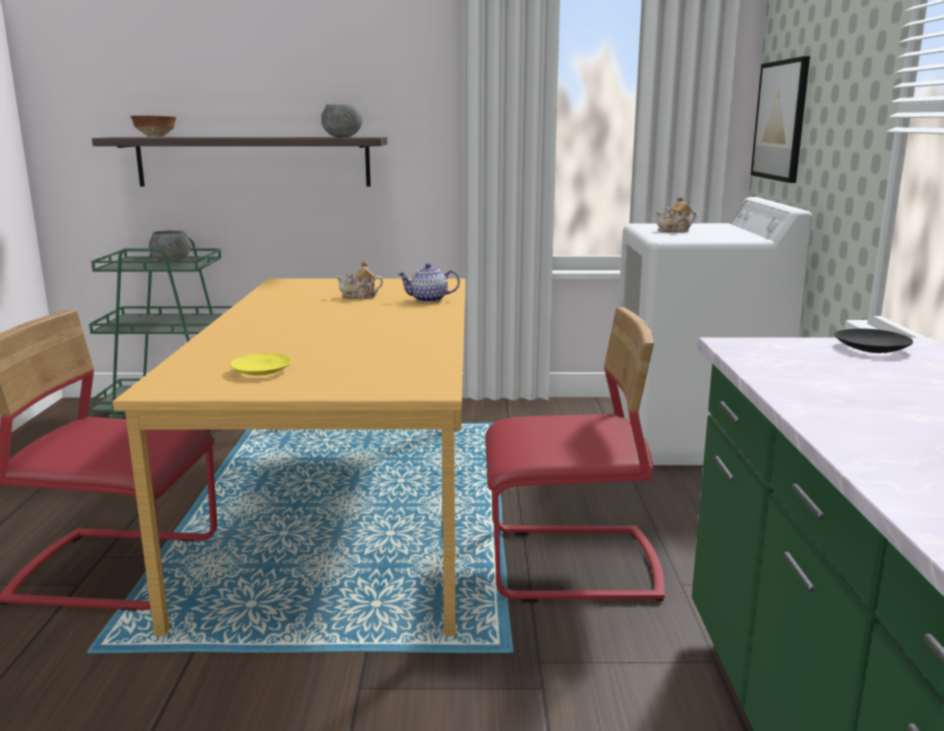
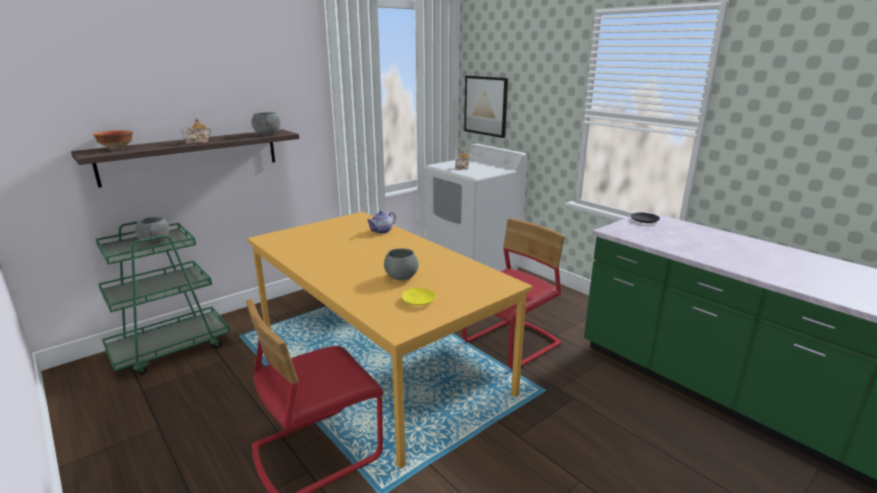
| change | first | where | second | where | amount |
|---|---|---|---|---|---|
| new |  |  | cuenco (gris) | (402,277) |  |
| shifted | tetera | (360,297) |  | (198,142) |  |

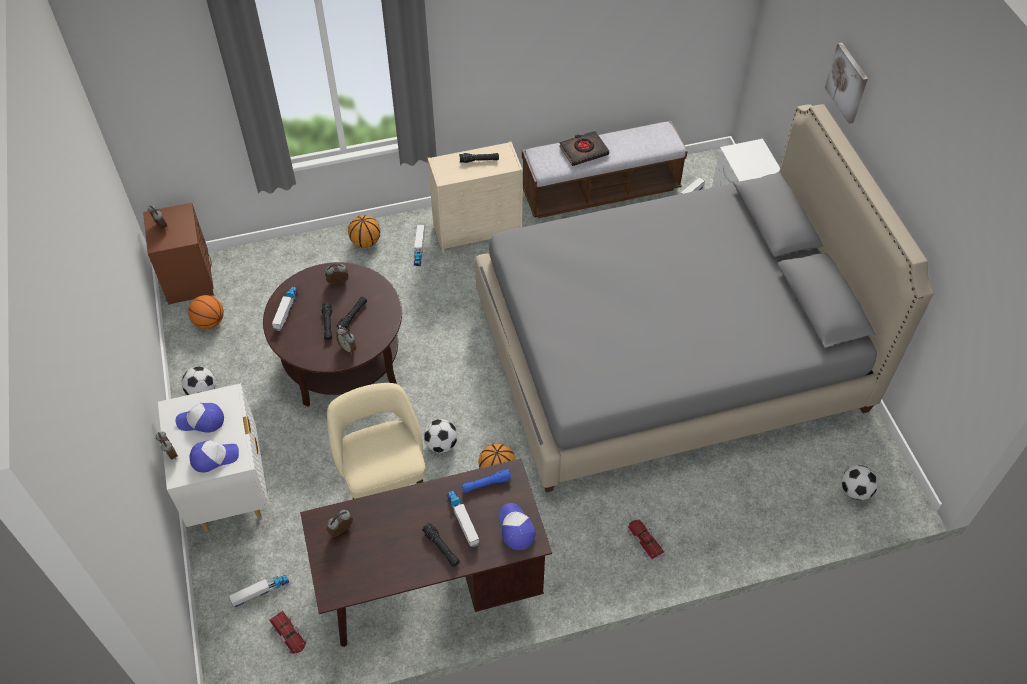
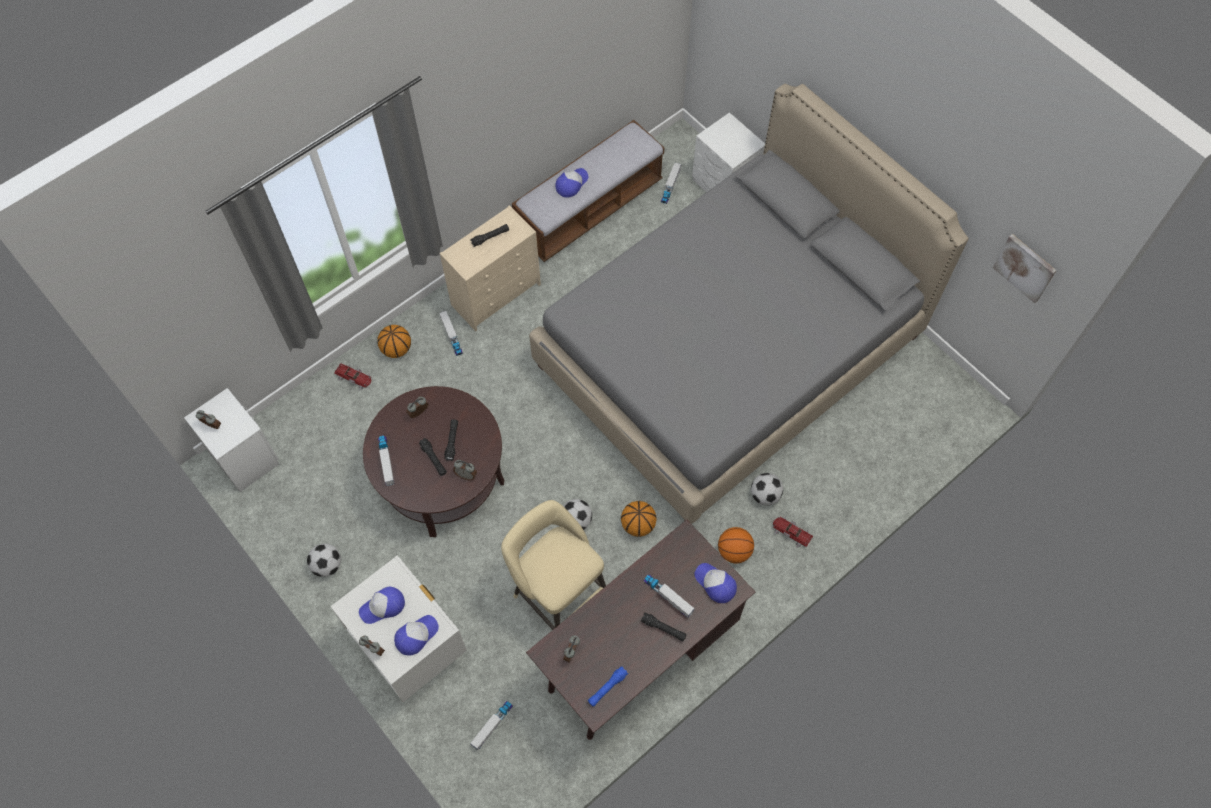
| change | first | where | second | where | amount |
|---|---|---|---|---|---|
| shifted | balón de baloncesto | (209,322) |  | (734,551) |  |
| shifted | coche de juguete | (289,635) |  | (354,378) |  |
| shifted | linterna (azul) | (486,484) |  | (607,688) |  |
| shifted | cuadro | (847,82) |  | (1025,267) |  |
| shifted | balón de fútbol | (855,491) |  | (765,495) |  |
| swapped | libro (negro) | (583,151) | gorra | (571,184) |  |
| repainted | mesita de noche (marrón) | (190,277) | mesita de noche (blanco) | (244,456) |  |

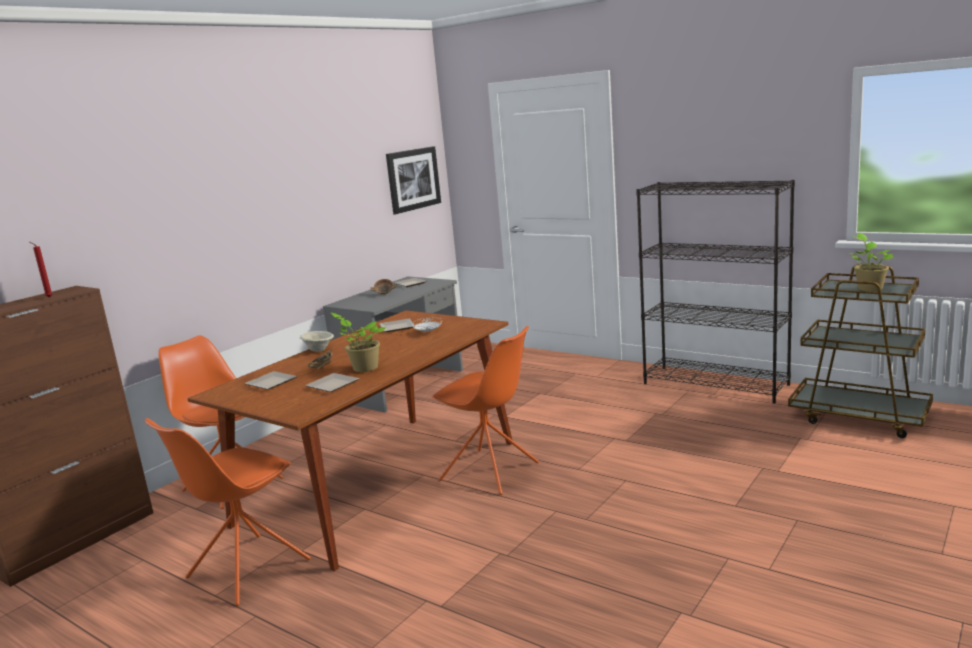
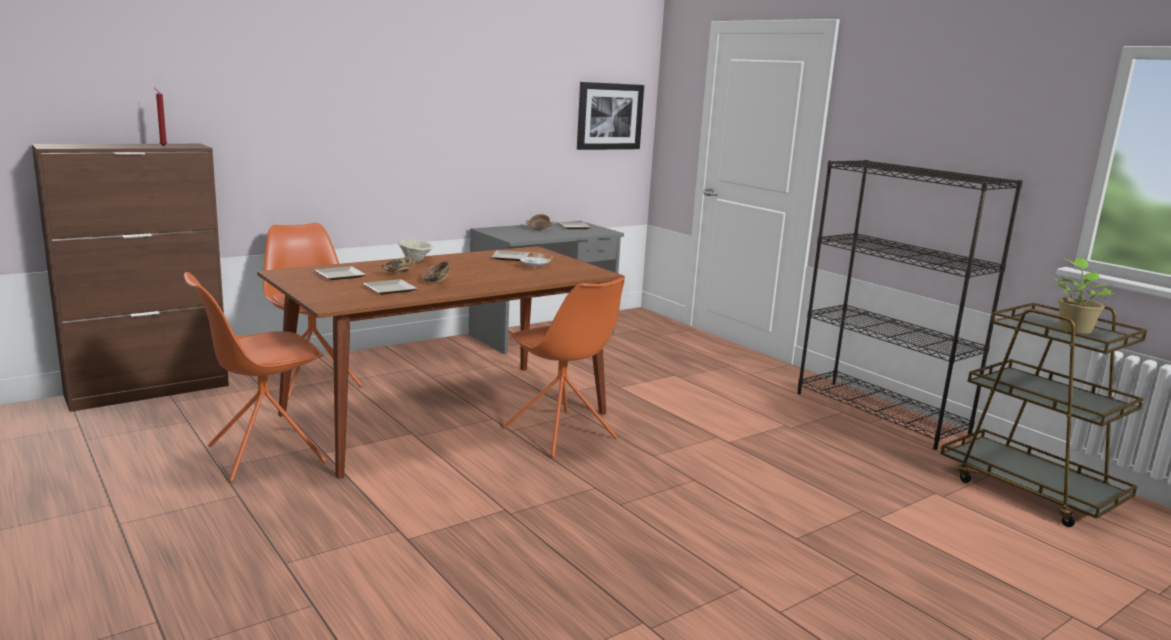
| change | first | where | second | where | amount |
|---|---|---|---|---|---|
| swapped | planta en maceta | (363,368) | cuenco | (435,282) |  |

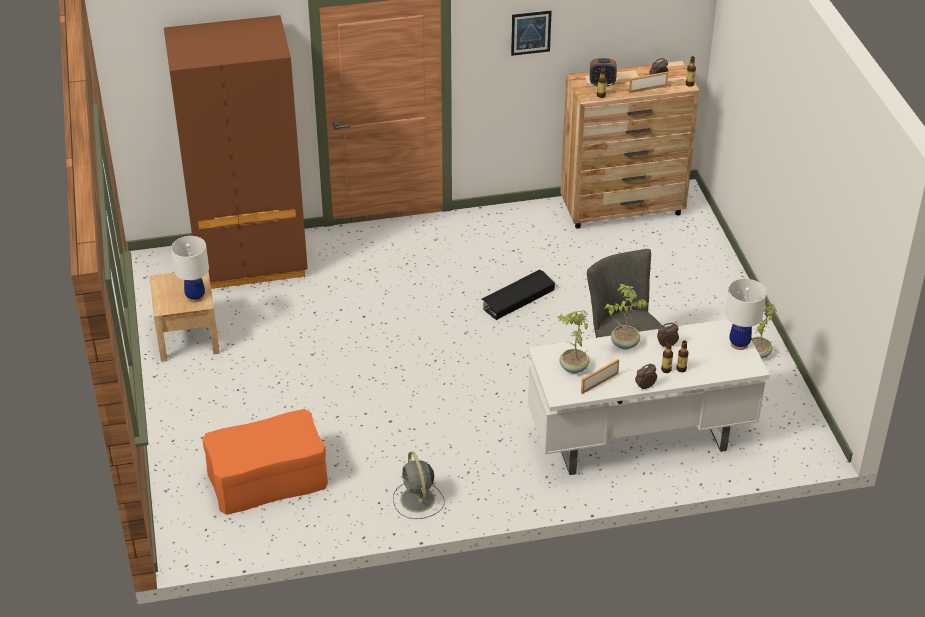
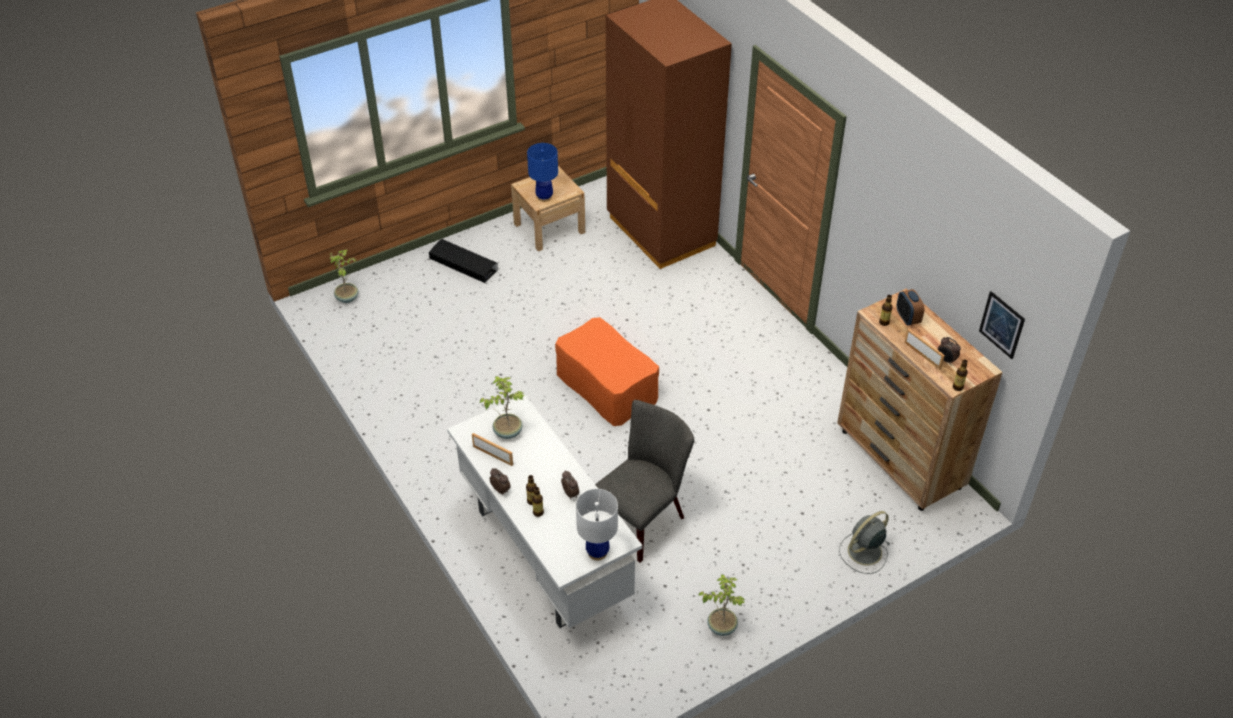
| change | first | where | second | where | amount |
|---|---|---|---|---|---|
| shifted | puf (naranja) | (267,479) |  | (606,386) |  |
| shifted | ventilador (gris) | (418,500) |  | (863,552) |  |
| shifted | caja de almacenaje (negro) | (517,299) |  | (463,264) |  |
| shifted | cuadro | (531,32) |  | (1001,324) |  |
| shifted | planta en maceta | (624,343) |  | (347,298) |  |
| repainted | lámpara de mesa (blanco) | (195,297) | lámpara de mesa (azul) | (544,197) |  |

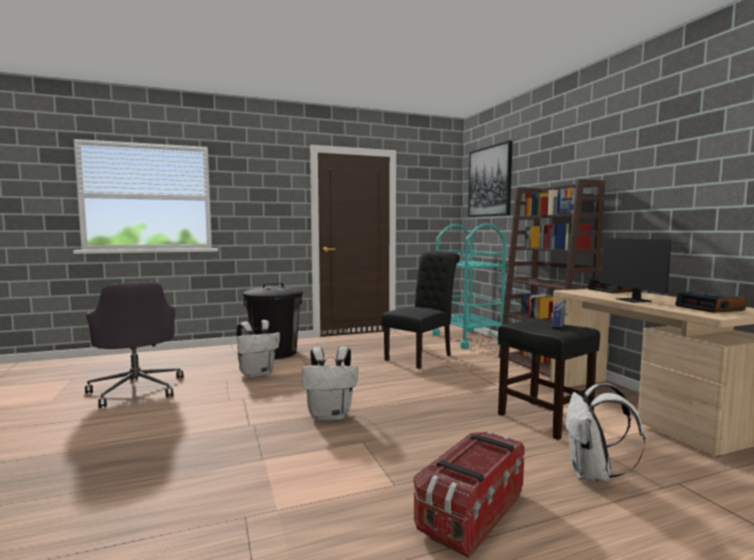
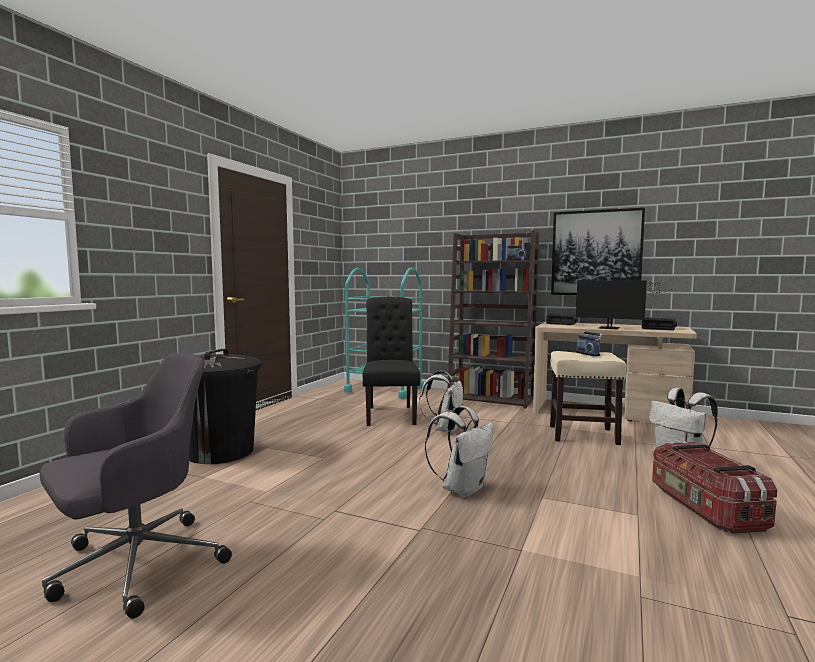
| change | first | where | second | where | amount |
|---|---|---|---|---|---|
| shifted | mochila (blanco) | (257,374) |  | (445,429) |  |
| shifted | cuadro | (489,181) |  | (596,253) |  |
| repainted | taburete (negro) | (543,419) | taburete (beis) | (582,435) |  |
| rotated | silla de oficina (gris) | (137,389) |  | (135,566) | 60 degrees counterclockwise |

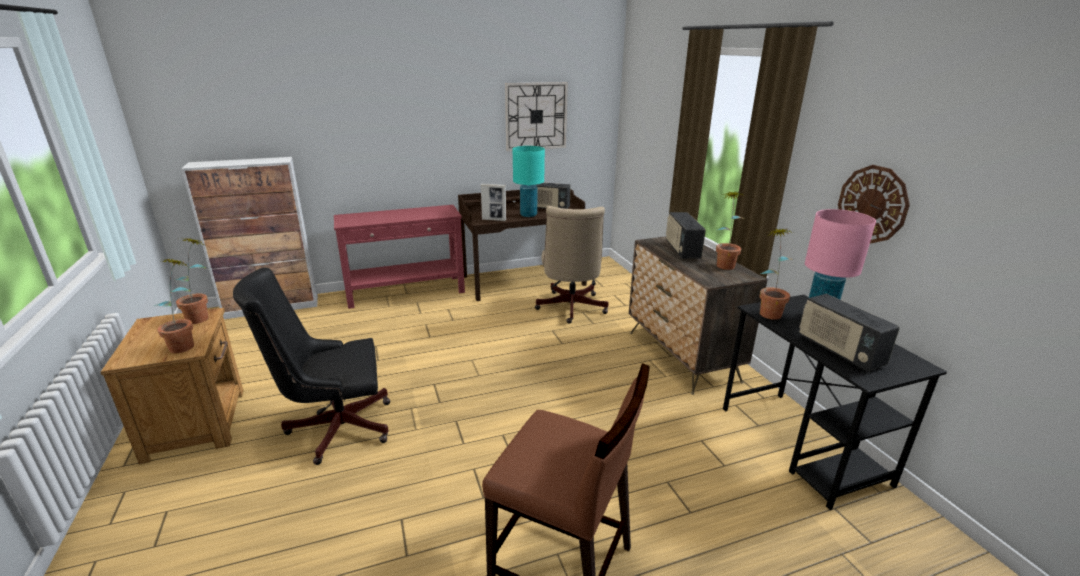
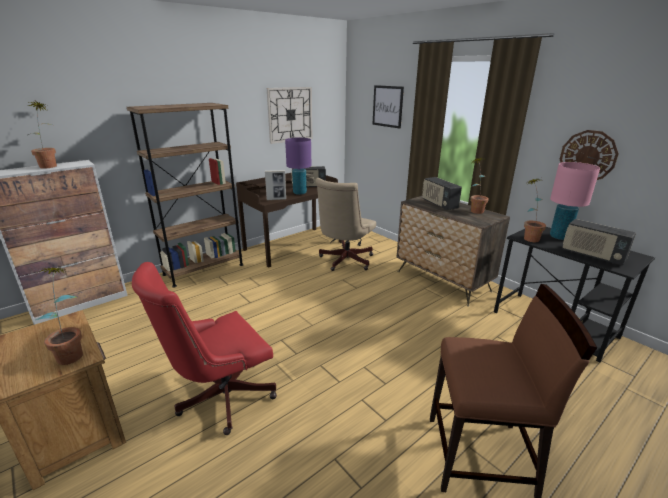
| change | first | where | second | where | amount |
|---|---|---|---|---|---|
| new |  |  | cuadro | (387,106) |  |
| shifted | planta en maceta | (202,316) |  | (50,165) |  |
| swapped | mesa consola (rojo) | (406,292) | estantería (marrón) | (203,270) |  |
| repainted | silla de oficina (negro) | (334,427) | silla de oficina (rojo) | (219,398) |  |
| repainted | lámpara de mesa (turquesa) | (528,215) | lámpara de mesa (morado) | (300,193) |  |
| rotated | silla de oficina (beis) | (570,309) |  | (344,261) | 45 degrees clockwise |

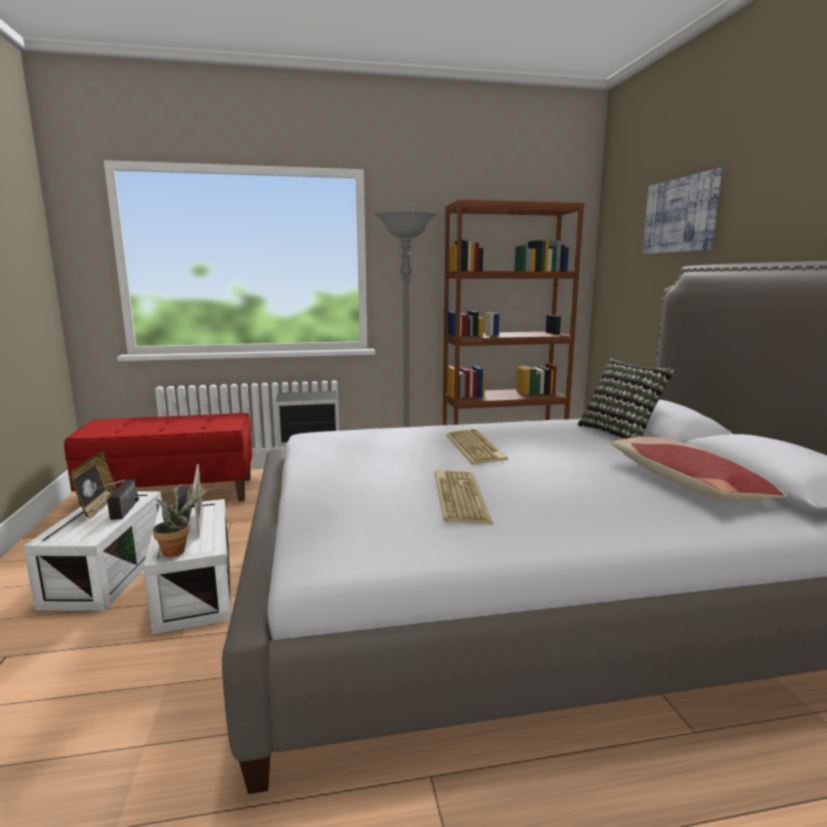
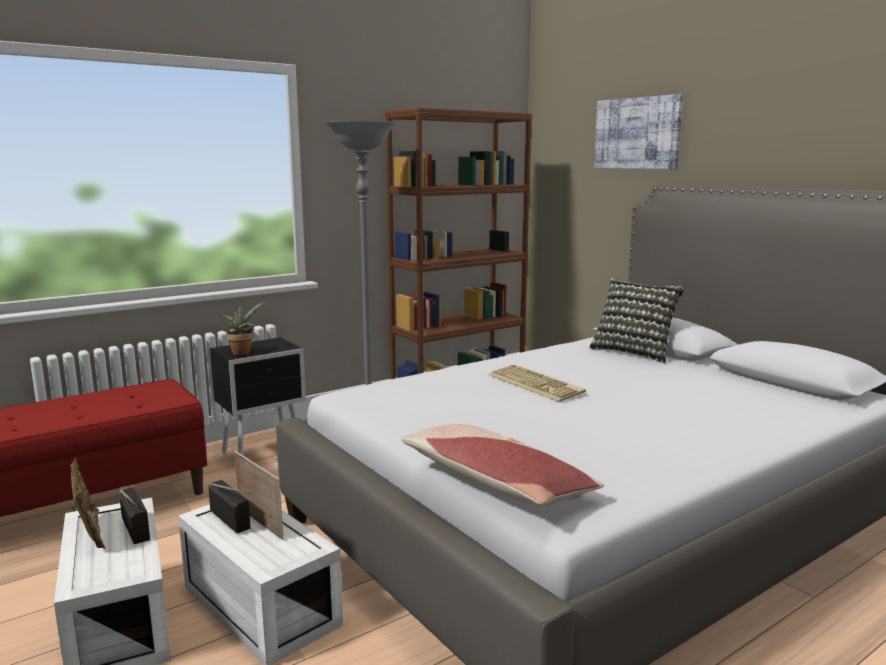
| change | first | where | second | where | amount |
|---|---|---|---|---|---|
| gone | teclado | (458,497) |  |  |  |
| shifted | planta en maceta | (177,551) |  | (242,352) |  |
| shifted | cojín | (686,484) |  | (495,483) |  |

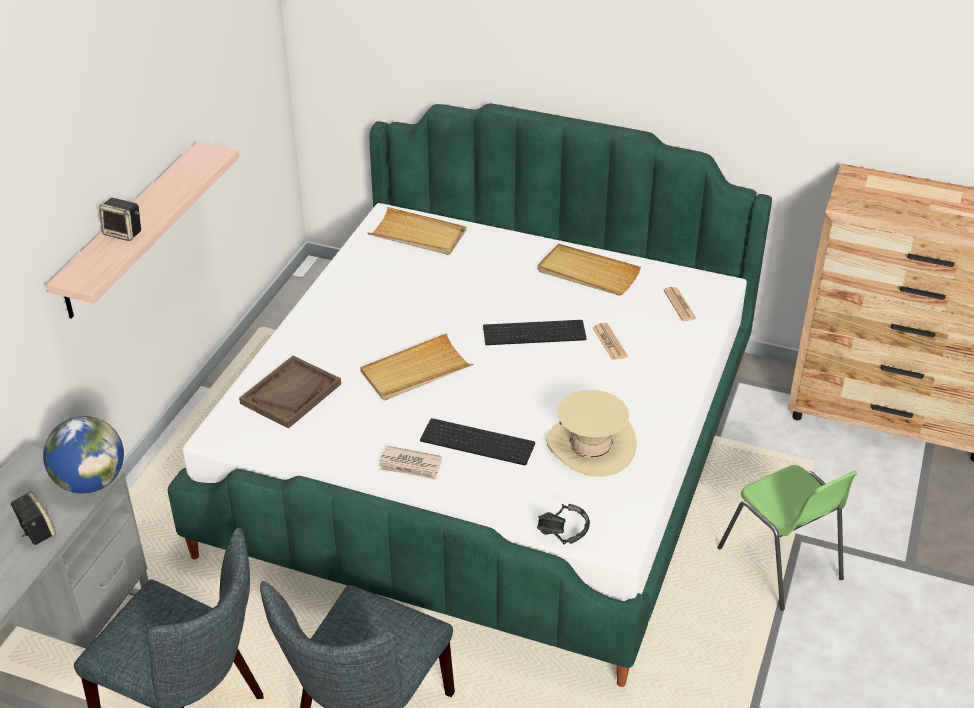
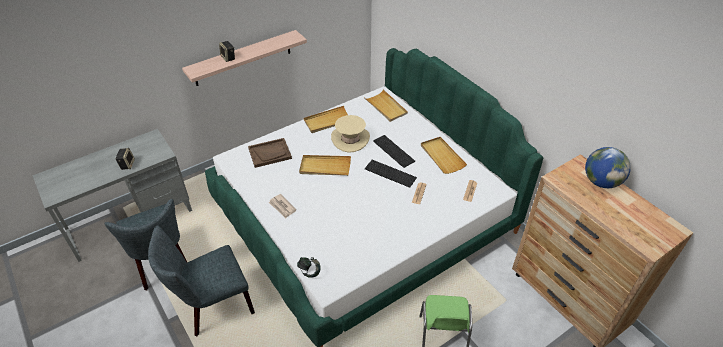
| change | first | where | second | where | amount |
|---|---|---|---|---|---|
| new |  |  | bandeja (beis) | (328,121) |  |
| shifted | globo terráqueo | (90,482) |  | (601,182) |  |
| shifted | teclado | (479,441) |  | (394,151) |  |
| shifted | sombrero (beis) | (590,446) |  | (350,139) |  |

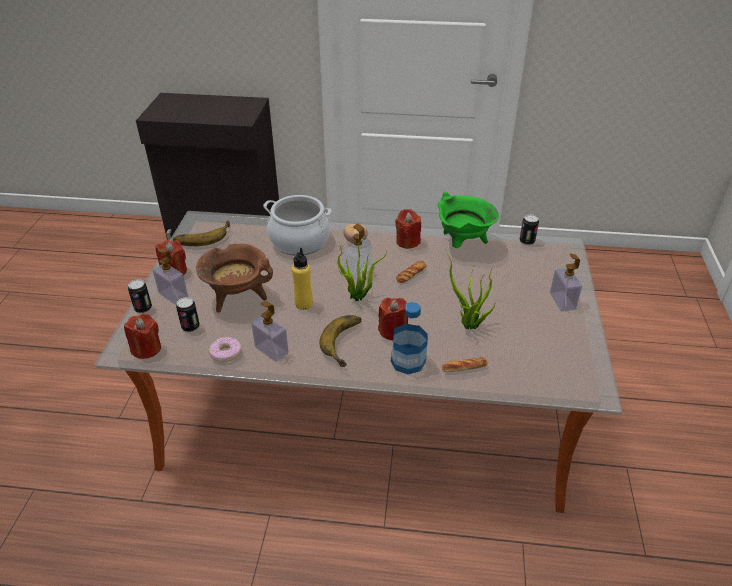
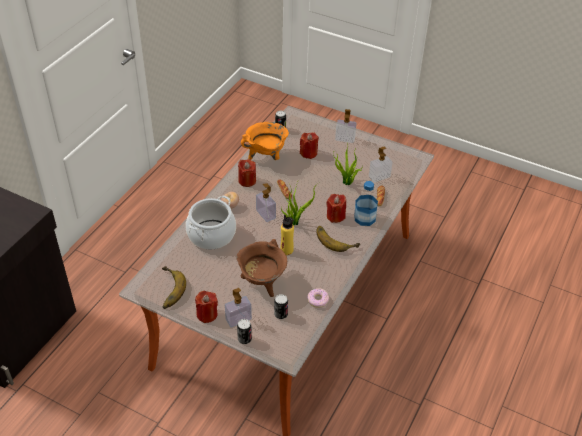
| change | first | where | second | where | amount |
|---|---|---|---|---|---|
| shifted | vela (rojo) | (146,348) |  | (308,153) |  |
| shifted | dispensador de jabón | (271,350) |  | (379,177) |  |
| repainted | olla (verde) | (463,244) | olla (naranja) | (266,157) |  |

